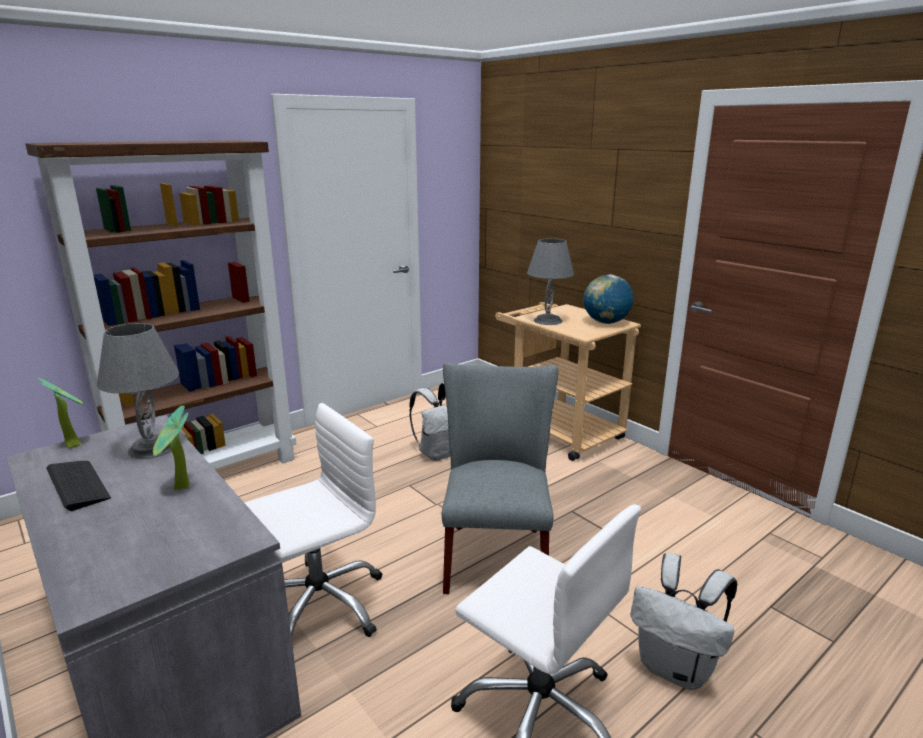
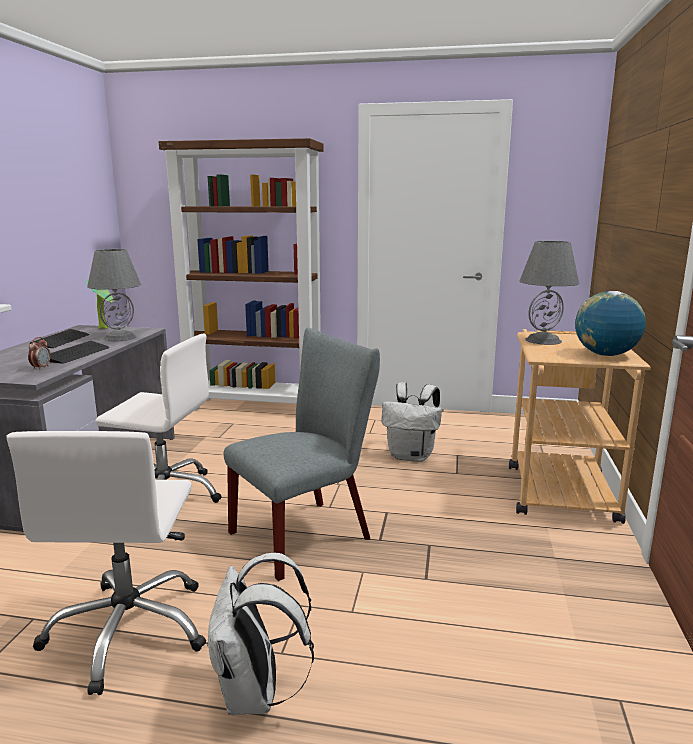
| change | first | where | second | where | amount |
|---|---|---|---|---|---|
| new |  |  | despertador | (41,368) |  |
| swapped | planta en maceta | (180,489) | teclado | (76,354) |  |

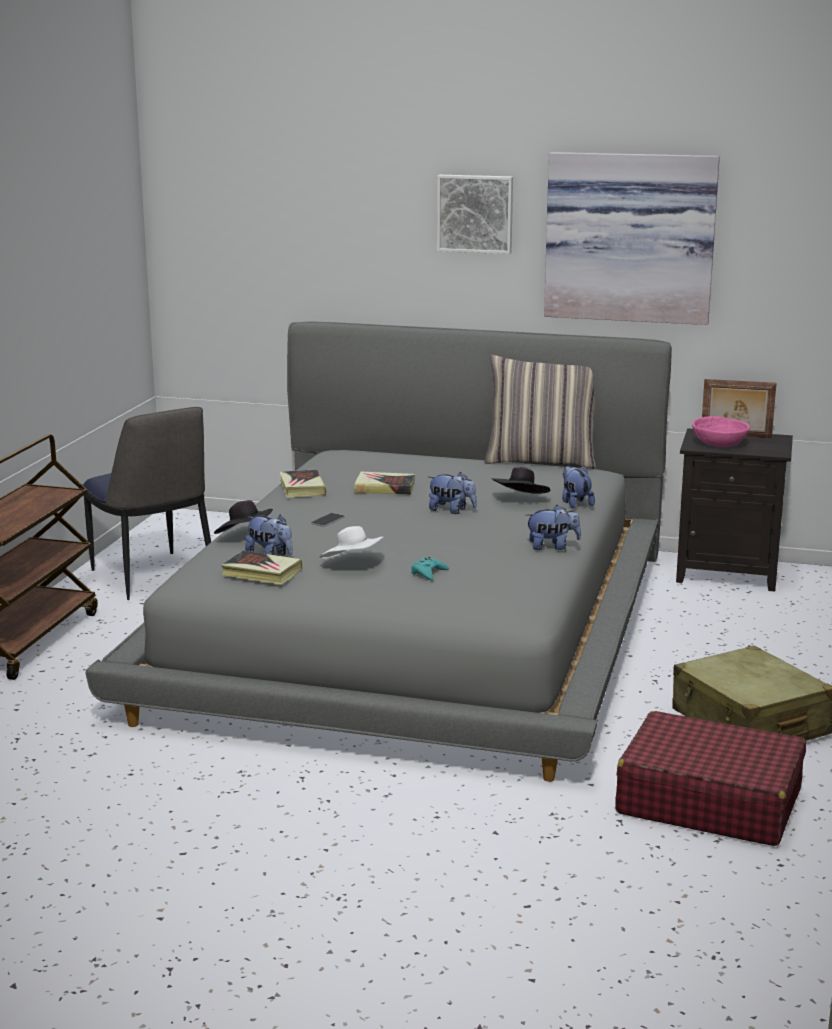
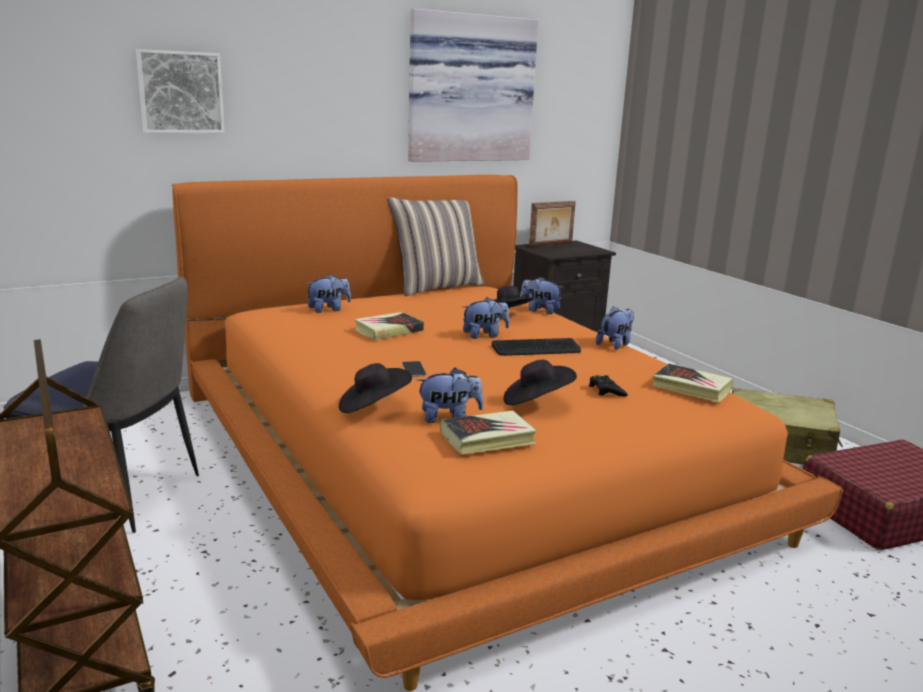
| change | first | where | second | where | amount |
|---|---|---|---|---|---|
| gone | cuenco (rosa) | (719,444) |  |  |  |
| new |  |  | peluche | (328,309) |  |
| new |  |  | teclado | (536,349) |  |
| shifted | libro | (302,488) |  | (691,388) |  |
| shifted | cuadro | (475,213) |  | (180,92) |  |
| repainted | cama (gris) | (416,627) | cama (naranja) | (456,456) |  |
| repainted | sombrero (blanco) | (353,564) | sombrero (negro) | (536,402) |  |
| repainted | mando de consola (turquesa) | (428,573) | mando de consola (negro) | (606,390) |  |

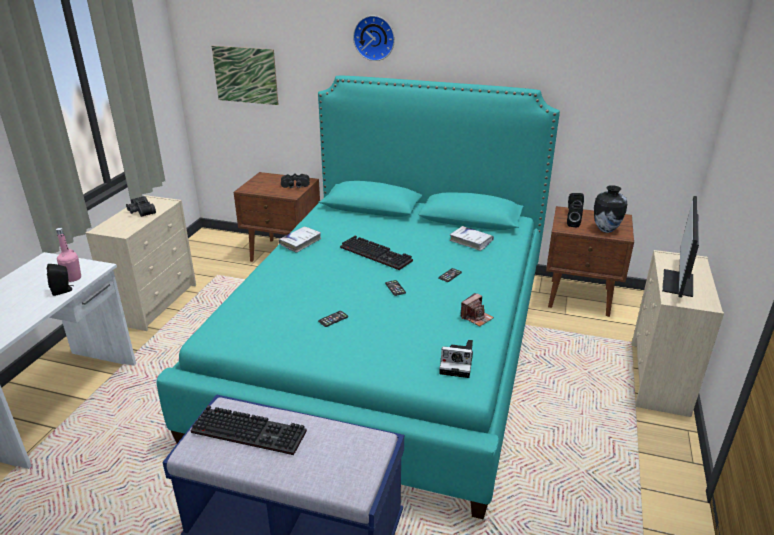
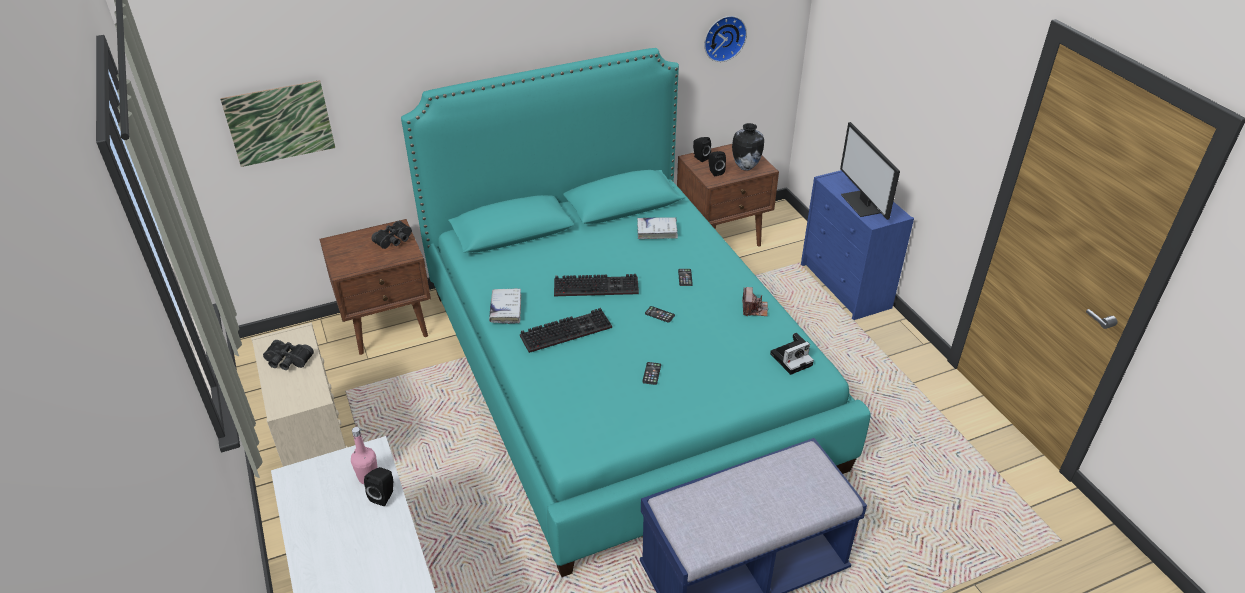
| change | first | where | second | where | amount |
|---|---|---|---|---|---|
| shifted | teclado | (251,431) |  | (567,330) |  |
| shifted | reloj de pared | (374,37) |  | (723,37) |  |
| repainted | cómoda (beis) | (659,379) | cómoda (azul) | (846,286) |  |

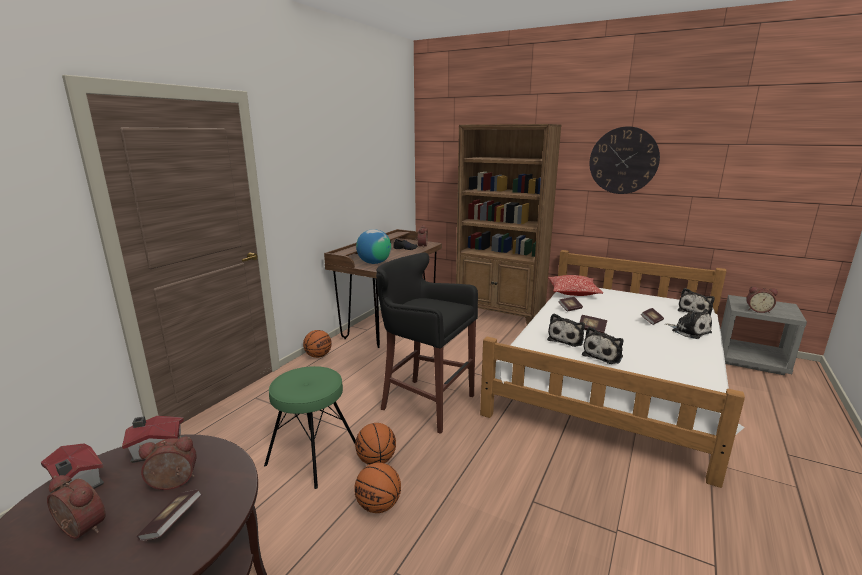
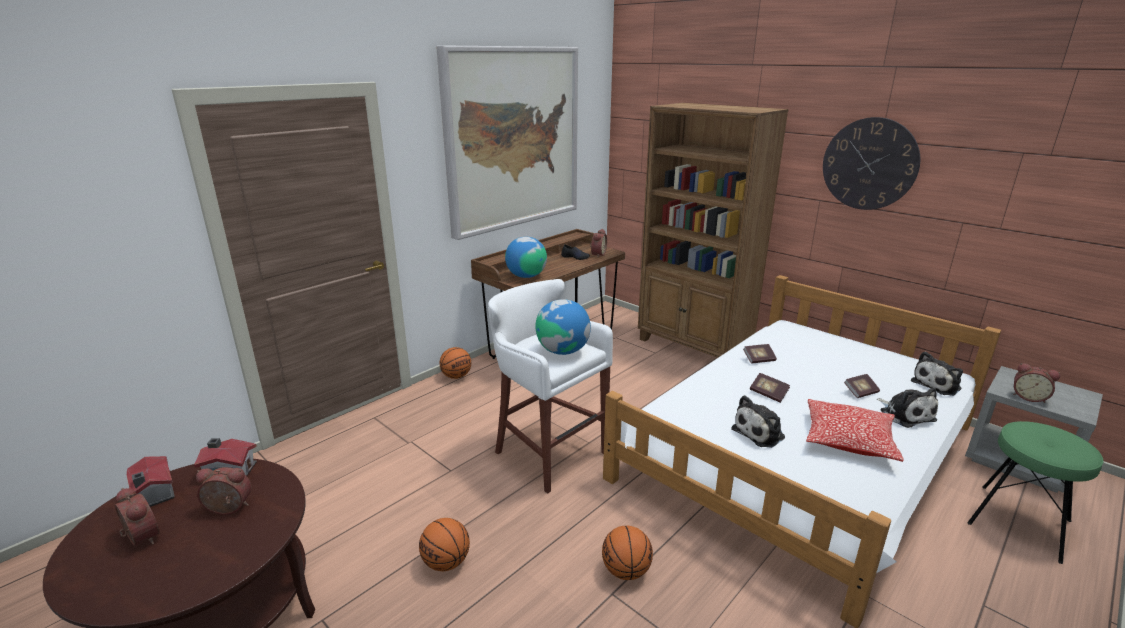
| change | first | where | second | where | amount |
|---|---|---|---|---|---|
| gone | libro | (172,523) |  |  |  |
| gone | peluche | (566,339) |  |  |  |
| new |  |  | cuadro | (513,139) |  |
| new |  |  | globo terráqueo | (562,351) |  |
| shifted | taburete (verde) | (313,456) |  | (1019,522) |  |
| shifted | balón de baloncesto | (376,460) |  | (625,571) |  |
| shifted | cojín | (573,292) |  | (848,440) |  |
| repainted | taburete (negro) | (425,402) | taburete (blanco) | (547,452) |  |

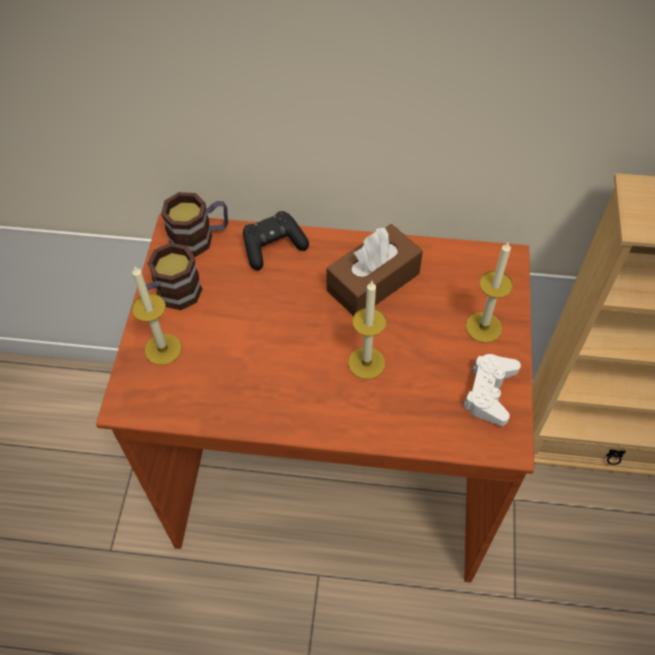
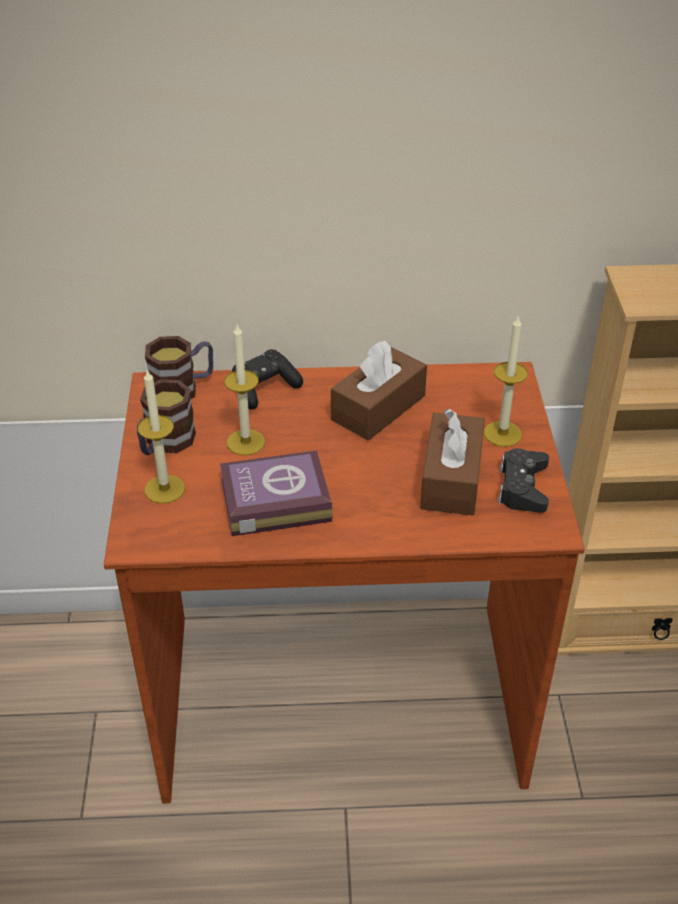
| change | first | where | second | where | amount |
|---|---|---|---|---|---|
| new |  |  | libro | (272,499) |  |
| new |  |  | caja de pañuelos (marrón) | (451,478) |  |
| shifted | vela | (366,363) |  | (246,442) |  |
| repainted | mando de consola (blanco) | (489,392) | mando de consola (negro) | (522,487) |  |

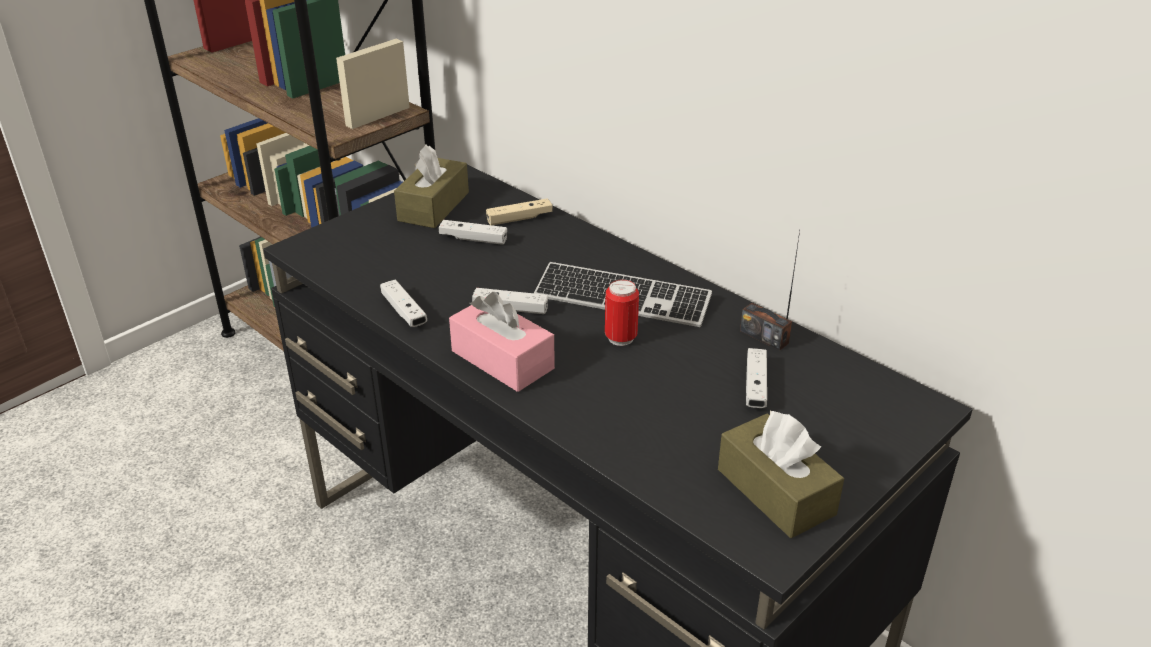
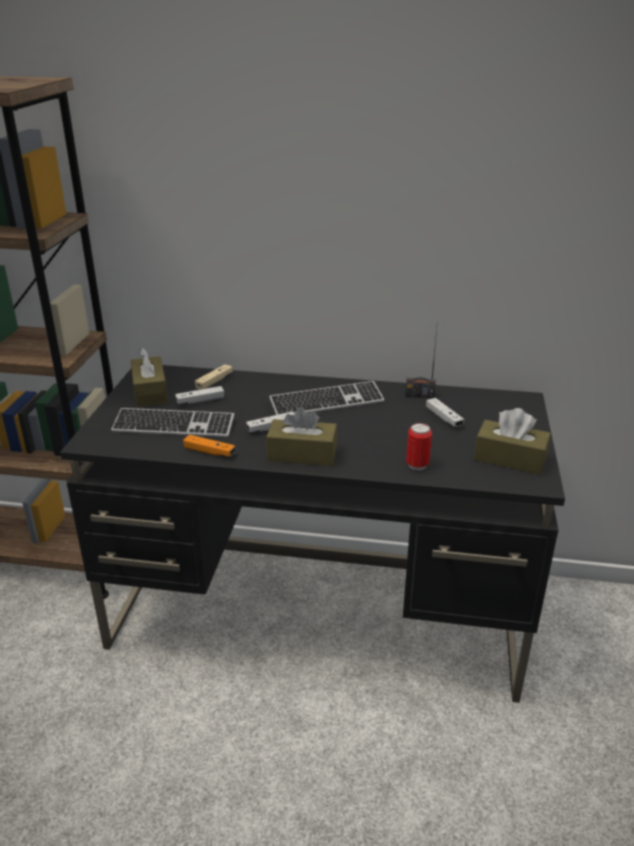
| change | first | where | second | where | amount |
|---|---|---|---|---|---|
| new |  |  | teclado | (173,426) |  |
| shifted | lata | (620,338) |  | (417,465) |  |
| repainted | mando de consola (blanco) | (404,311) | mando de consola (naranja) | (209,452) |  |
| repainted | caja de pañuelos (rosa) | (502,360) | caja de pañuelos (marrón) | (302,454) |  |

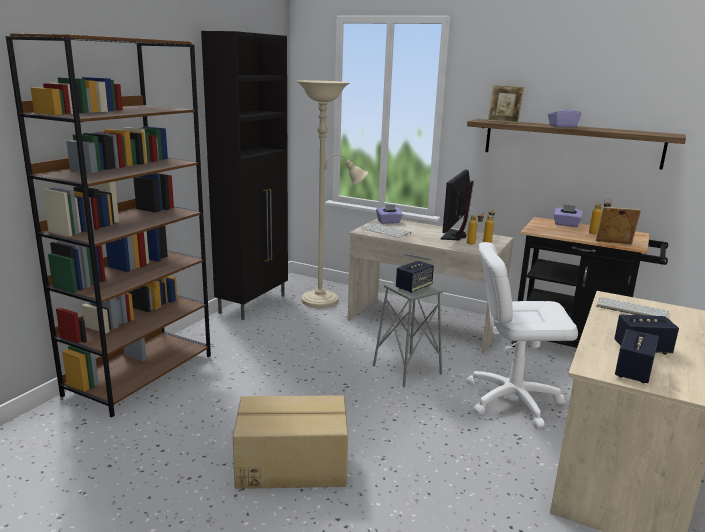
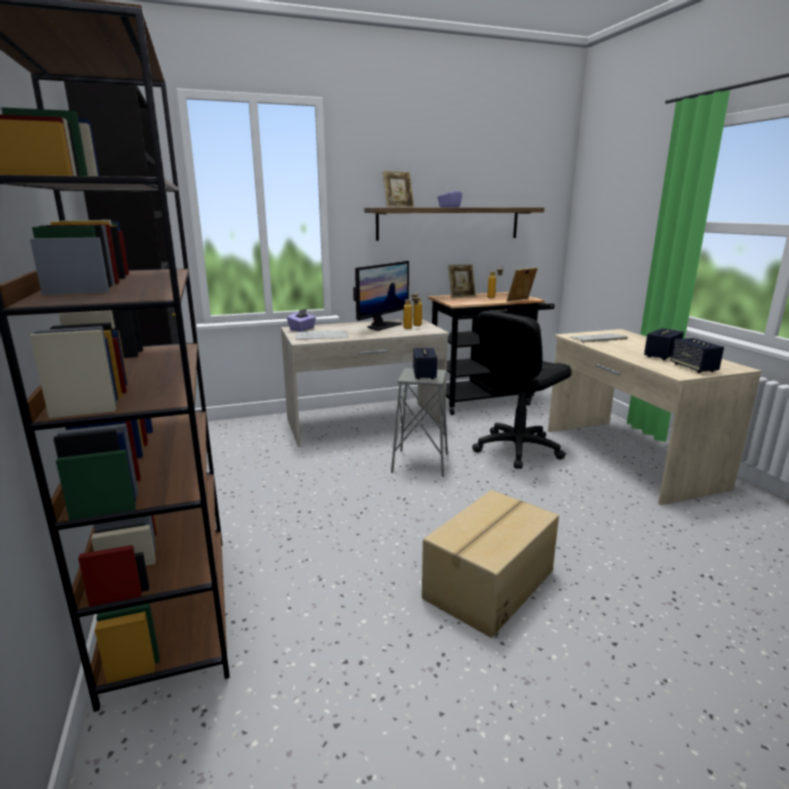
| change | first | where | second | where | amount |
|---|---|---|---|---|---|
| gone | lámpara de pie (beis) | (325,300) |  |  |  |
| swapped | caja de pañuelos (morado) | (566,224) | portarretratos | (461,296) |  |
| repainted | silla de oficina (blanco) | (512,399) | silla de oficina (negro) | (517,449) |  |
| rotated | monitor | (455,235) |  | (381,326) | 120 degrees counterclockwise |

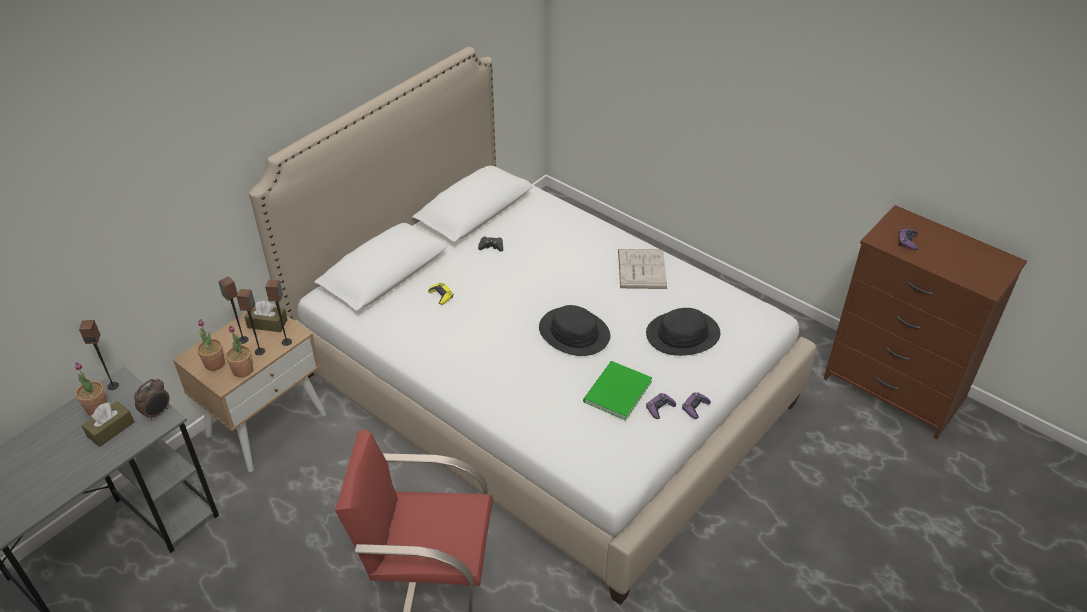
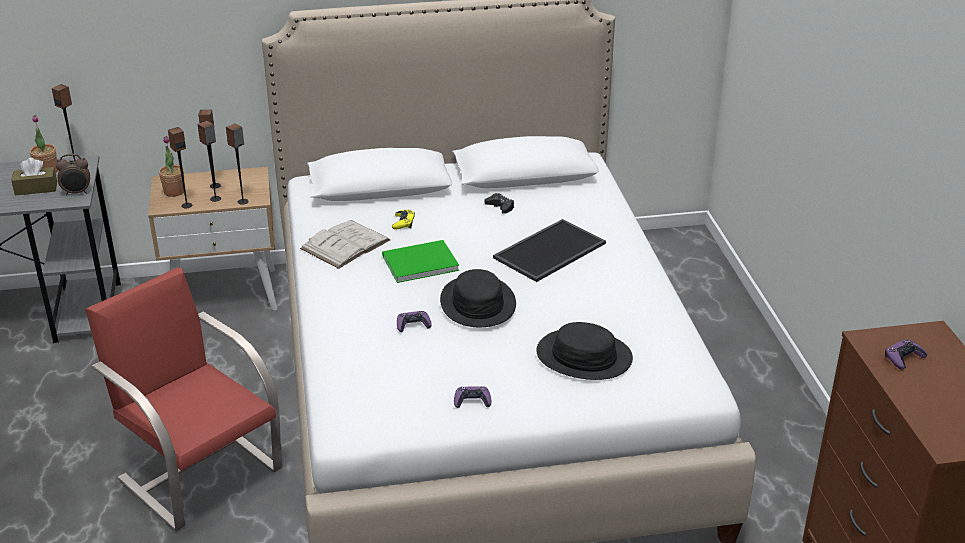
| change | first | where | second | where | amount |
|---|---|---|---|---|---|
| gone | caja de pañuelos (marrón) | (267,324) |  |  |  |
| new |  |  | bandeja | (550,252) |  |
| shifted | libro (verde) | (615,392) |  | (417,262) |  |
| shifted | libro (blanco) | (641,269) |  | (345,244) |  |
| shifted | mando de consola (morado) | (695,407) |  | (413,325) |  |
| swapped | planta en maceta | (243,370) | altavoz | (186,205) |  |

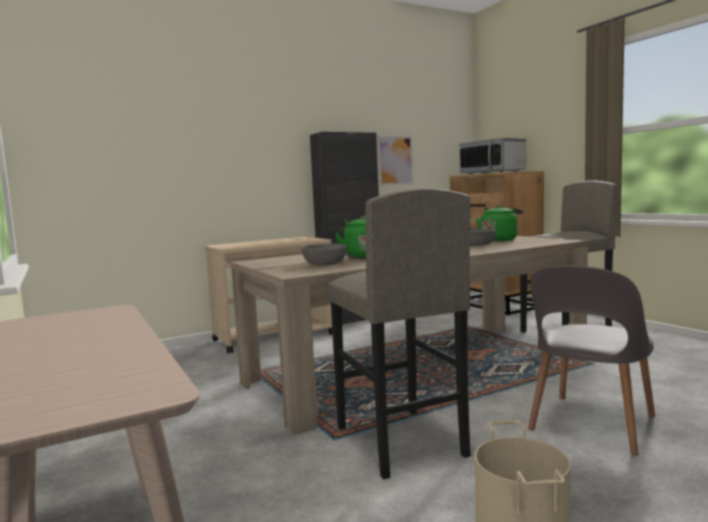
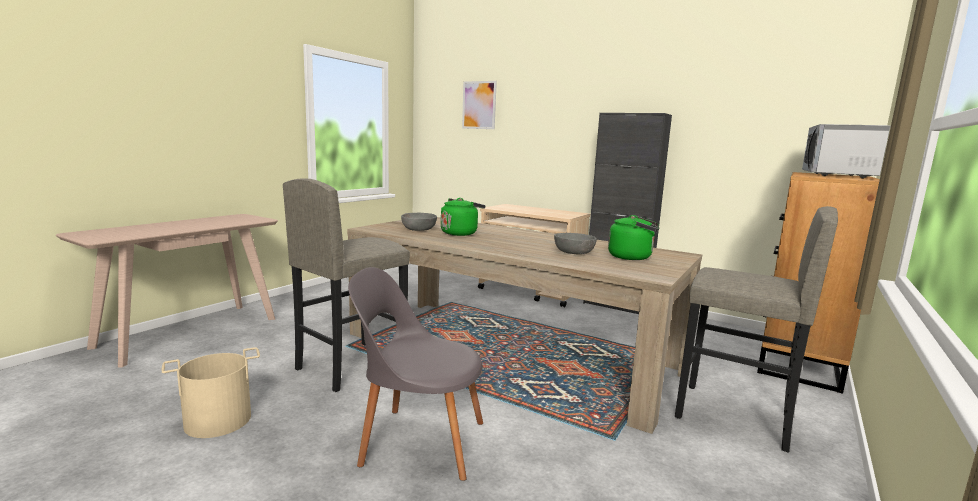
| change | first | where | second | where | amount |
|---|---|---|---|---|---|
| shifted | cuadro | (395,160) |  | (479,105) |  |

